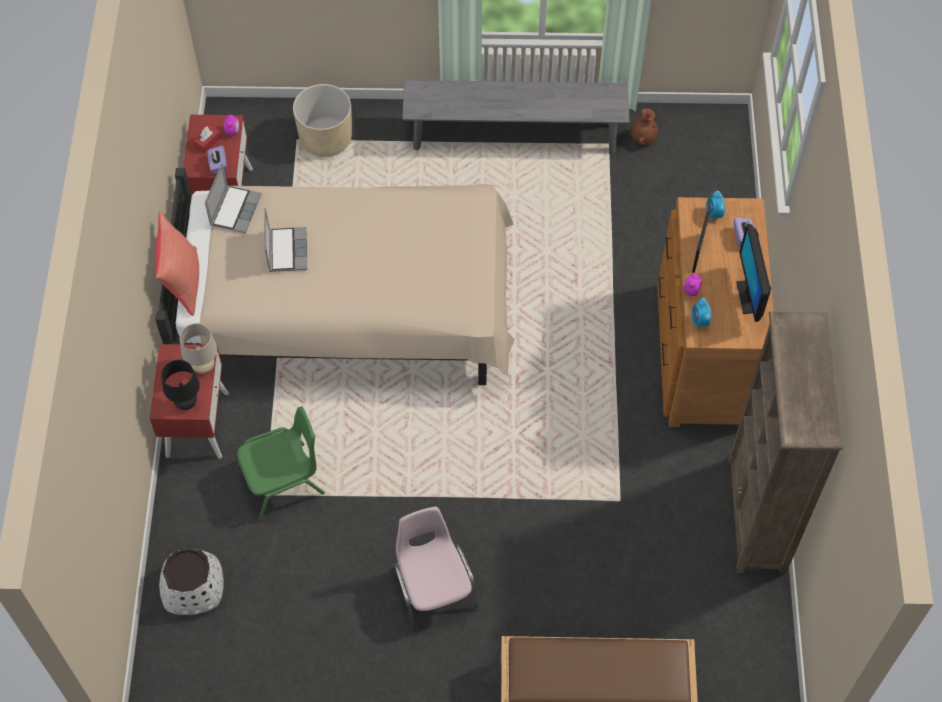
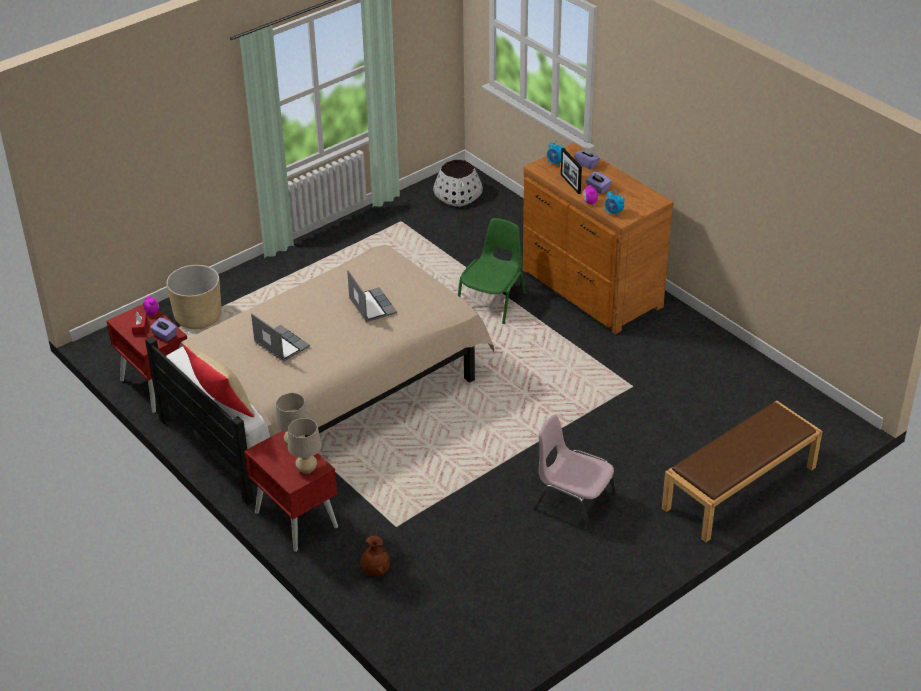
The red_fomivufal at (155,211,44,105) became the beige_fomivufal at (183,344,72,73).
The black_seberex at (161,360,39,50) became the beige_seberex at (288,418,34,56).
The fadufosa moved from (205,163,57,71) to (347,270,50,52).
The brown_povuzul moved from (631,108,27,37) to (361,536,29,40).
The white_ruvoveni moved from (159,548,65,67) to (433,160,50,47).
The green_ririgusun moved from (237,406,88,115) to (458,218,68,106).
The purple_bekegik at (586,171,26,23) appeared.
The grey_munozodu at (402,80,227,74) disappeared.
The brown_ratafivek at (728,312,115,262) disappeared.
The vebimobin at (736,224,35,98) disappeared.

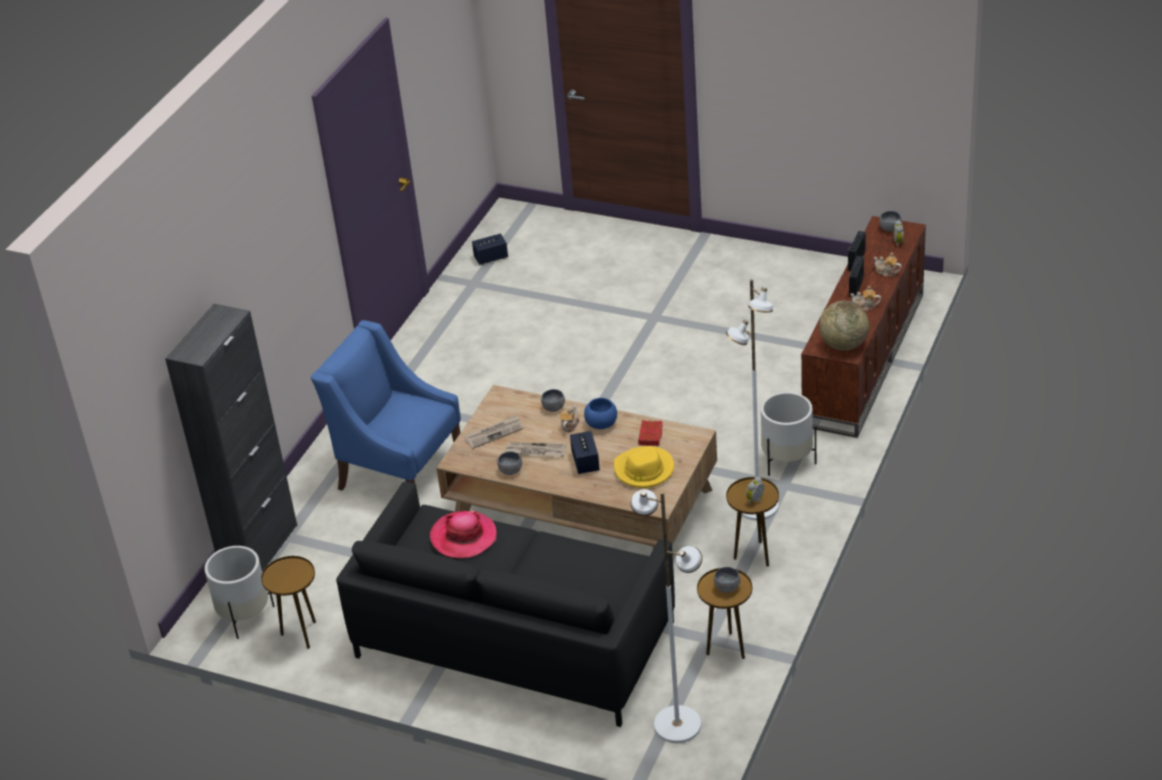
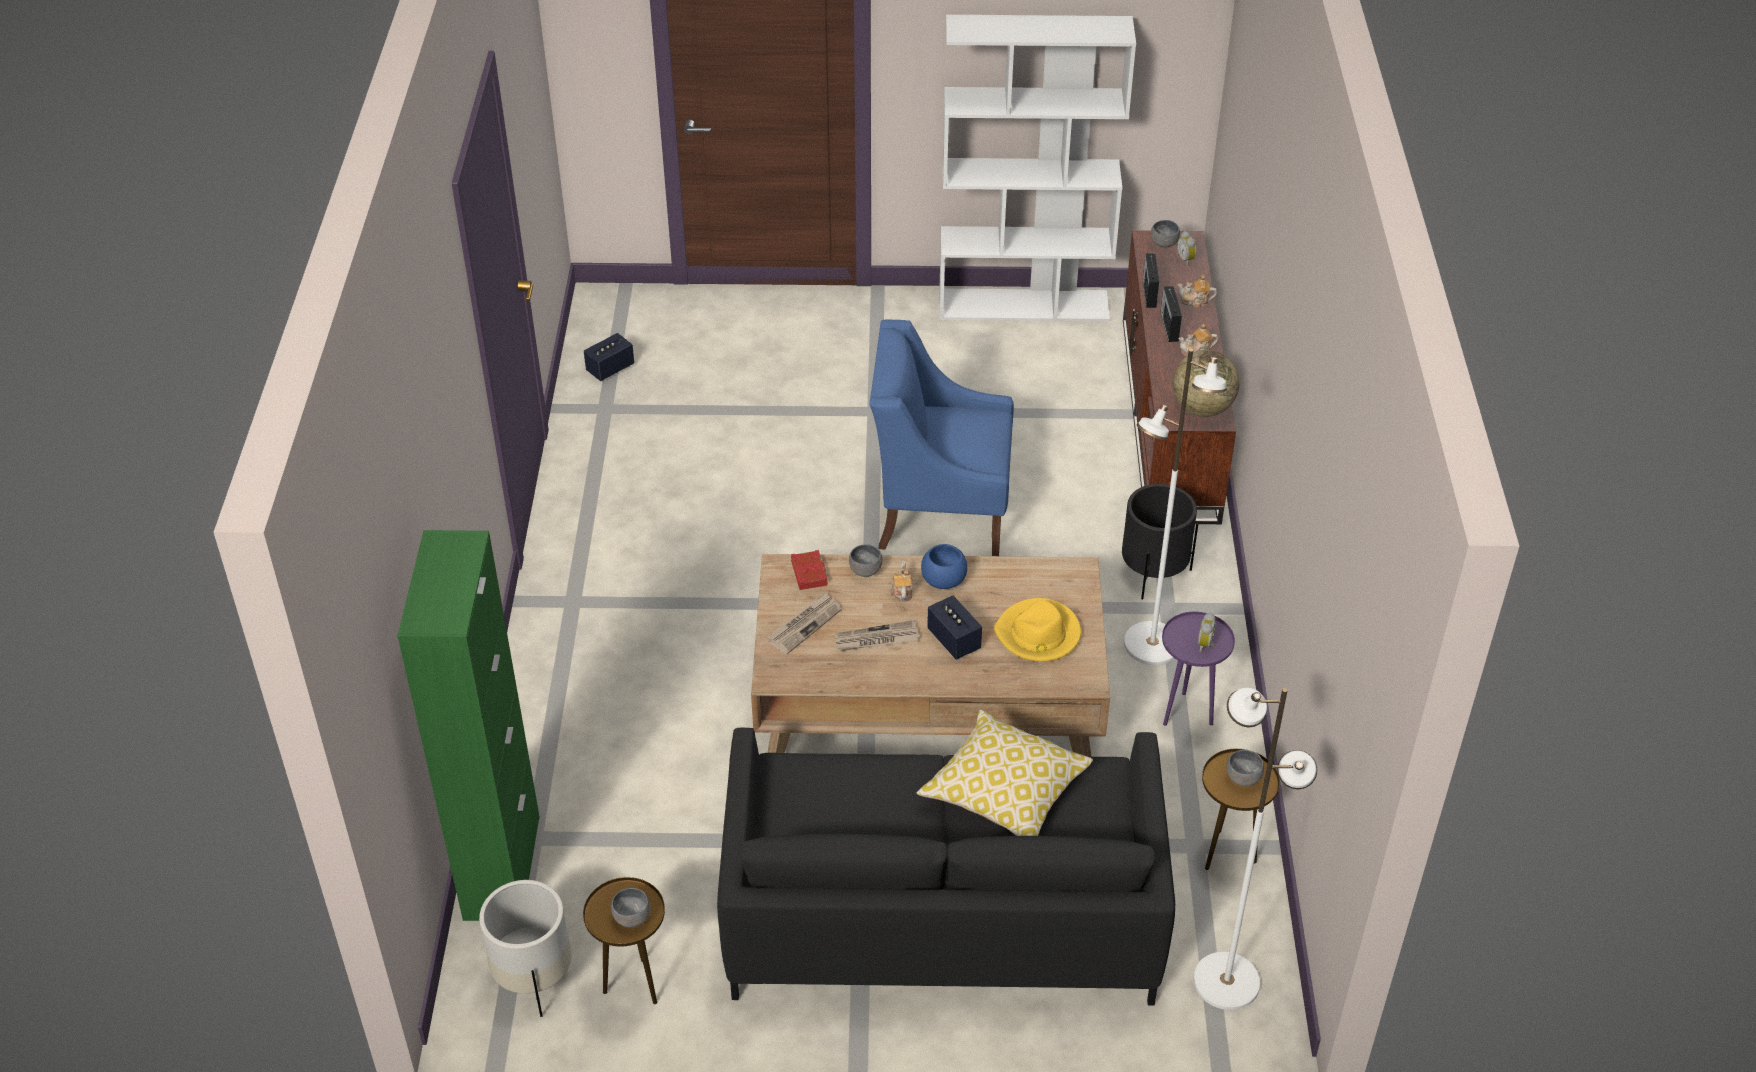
The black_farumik at (165,304,132,268) became the green_farumik at (398,530,142,391).
The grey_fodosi moved from (497,451,25,24) to (611,888,40,39).
The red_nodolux moved from (638,420,25,26) to (791,550,37,40).
The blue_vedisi moved from (311,320,150,171) to (869,319,145,237).
The fomivufal at (917,710,176,126) appeared.
The white_ratafivek at (939,15,197,307) appeared.
The white_ruvoveni at (761,392,55,84) became the black_ruvoveni at (1122,484,76,116).
The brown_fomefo at (726,477,53,90) became the purple_fomefo at (1162,612,73,114).
The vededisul at (430,510,67,48) disappeared.

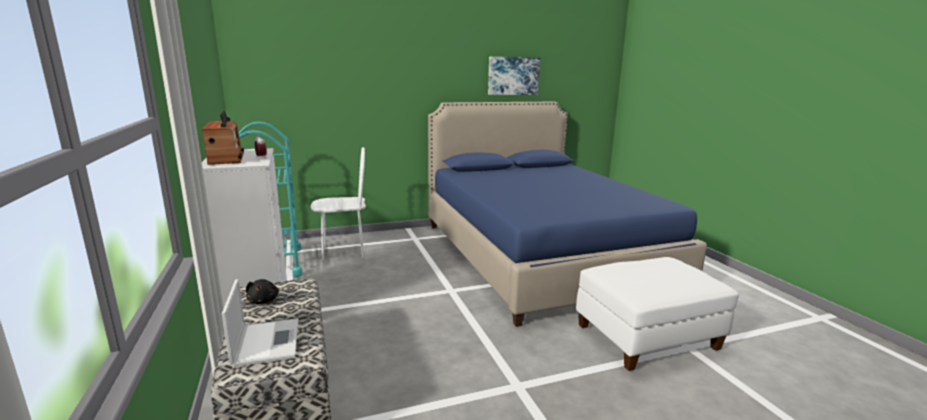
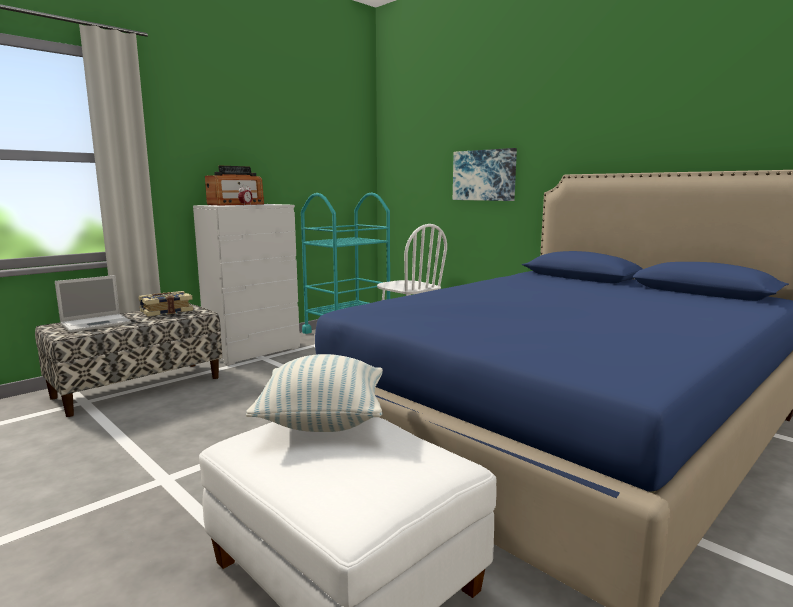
The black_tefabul at (246,279,33,25) was replaced by the nodolux at (139,291,54,25).
The fomivufal at (246,354,137,78) appeared.
The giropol moved from (488,57,52,38) to (453,148,64,53).

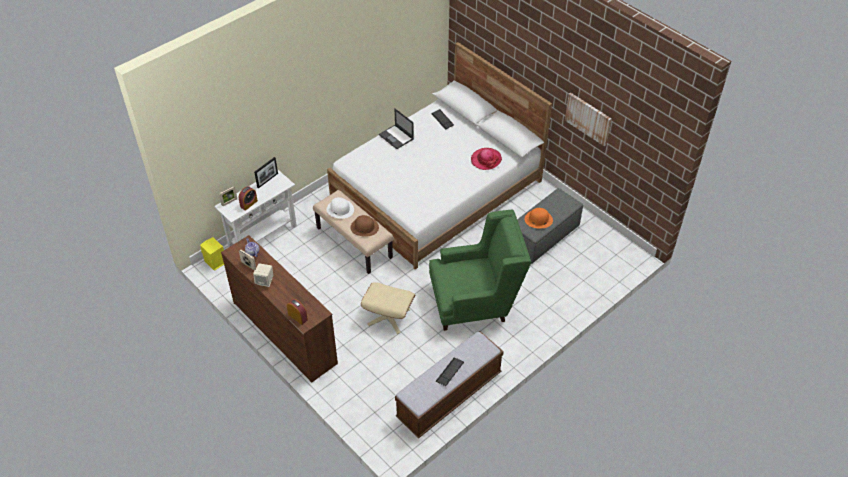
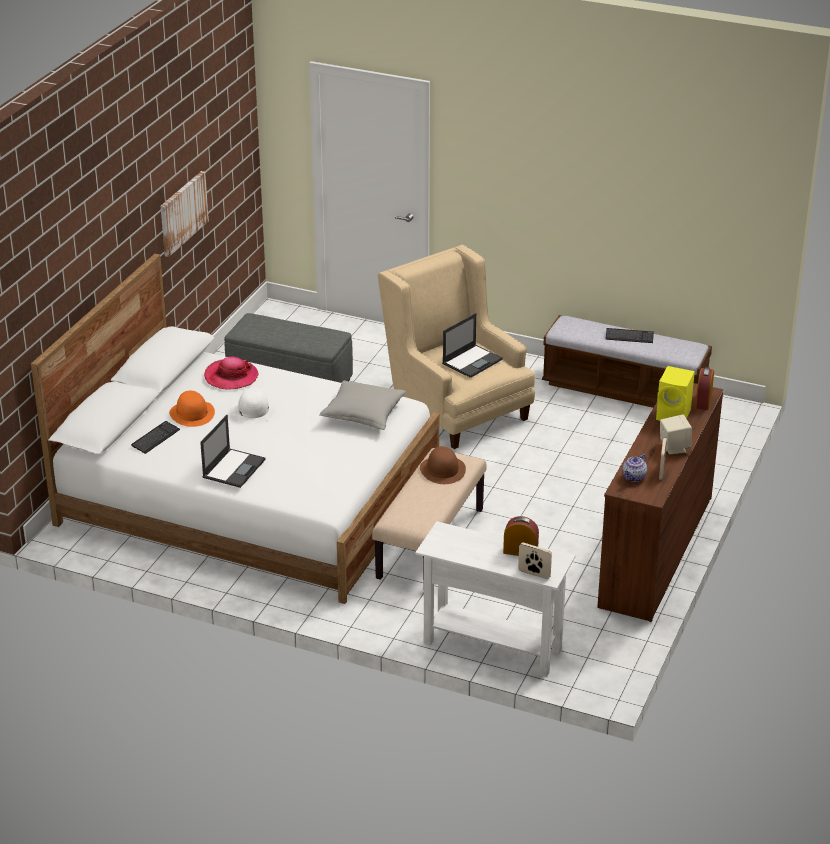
The orange_vededisul moved from (525,208,28,20) to (169,391,46,36).
The white_vededisul moved from (326,197,28,22) to (231,387,45,37).
The grey_fomivufal at (319,381,87,49) appeared.
The green_vedisi at (429,210,102,121) became the beige_vedisi at (378,244,157,205).
The fadufosa at (442,313,61,65) appeared.
The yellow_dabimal moved from (200,237,24,34) to (656,366,39,55).
The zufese at (254,157,24,32) disappeared.
The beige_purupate at (361,282,54,52) disappeared.

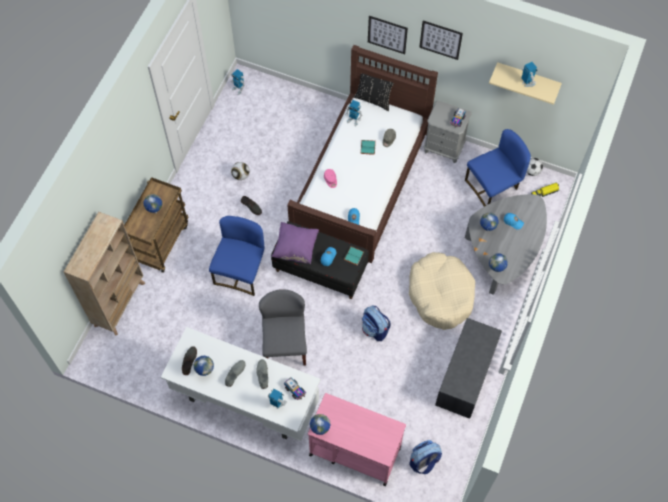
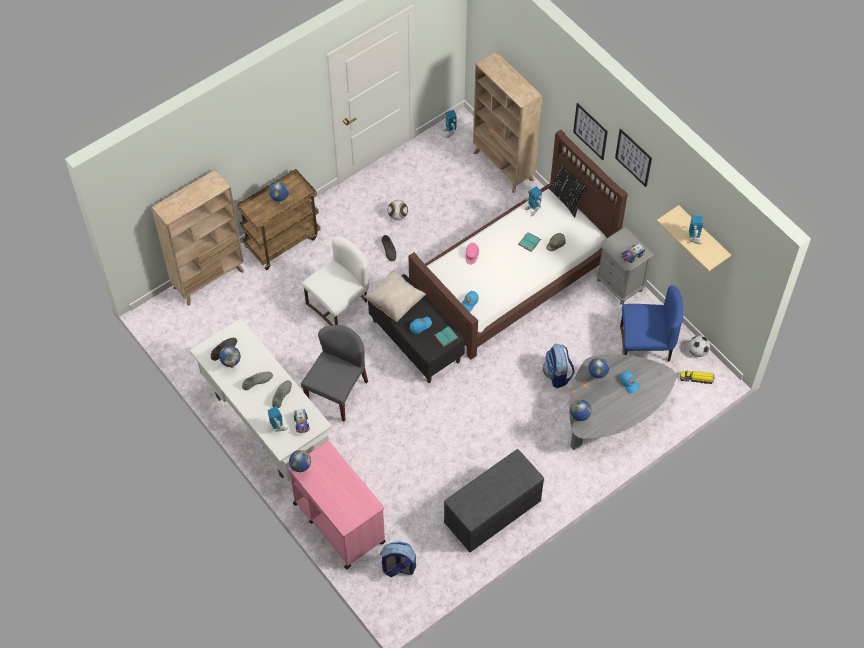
The blue_ririgusun at (209,216,55,80) became the white_ririgusun at (302,236,67,89).
The purple_fomivufal at (271,222,48,42) became the beige_fomivufal at (364,270,62,52).
The beige_ratafivek at (473,51,69,142) appeared.
The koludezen moved from (362,305,29,36) to (543,344,32,44).
The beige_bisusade at (409,252,66,78) disappeared.

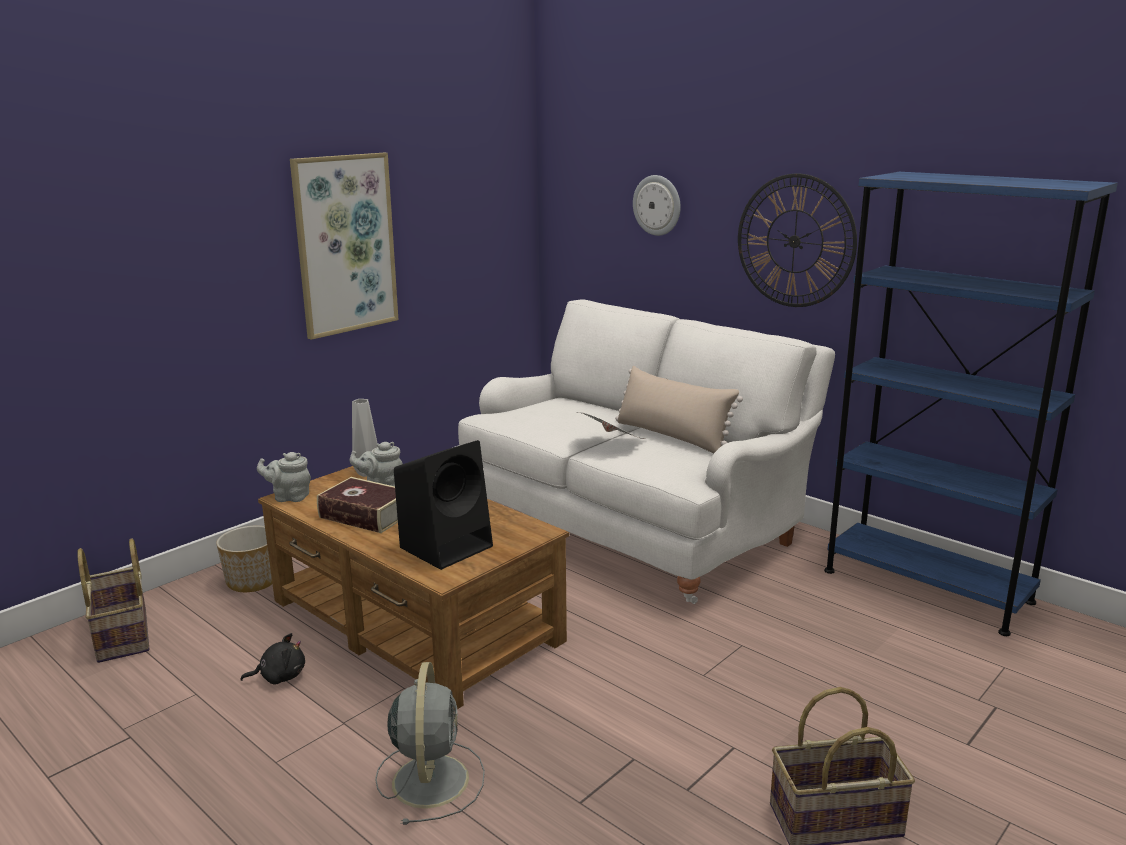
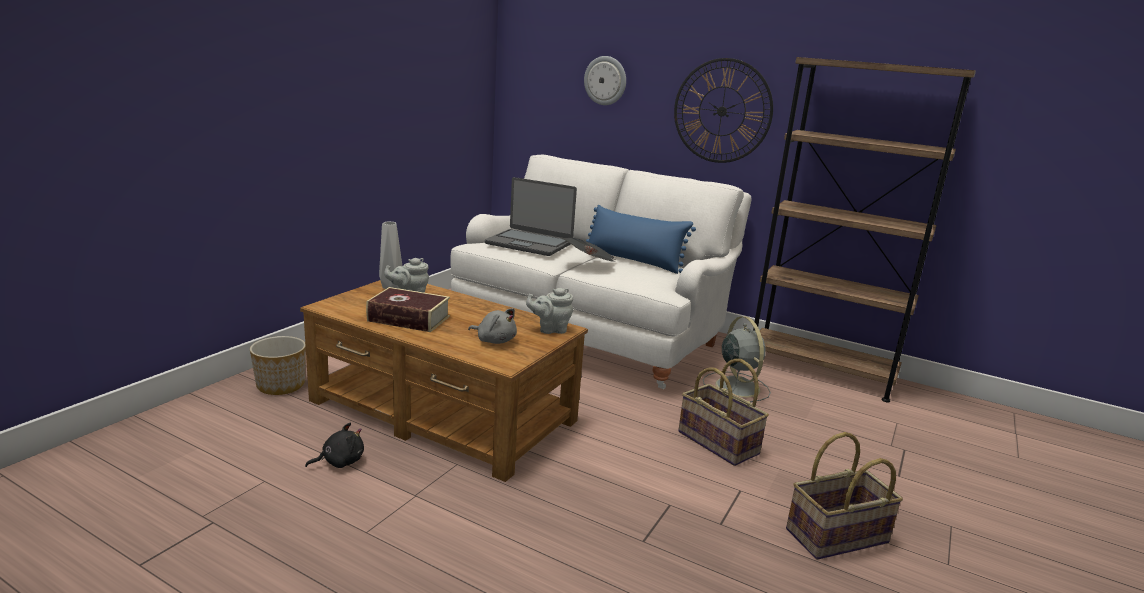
The black_dabimal at (394,440,99,130) was replaced by the grey_tefabul at (468,308,49,36).
The fadufosa at (485,177,92,79) appeared.
The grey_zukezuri moved from (257,452,54,50) to (526,288,47,46).
The beige_fomivufal at (615,366,128,88) became the blue_fomivufal at (586,205,110,69).
The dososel moved from (77,538,72,125) to (678,359,91,107).
The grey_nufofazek moved from (375,662,110,163) to (703,316,68,86).
The blue_ratafivek at (824,172,294,464) became the brown_ratafivek at (753,57,223,345).
The giropol at (290,153,108,187) disappeared.

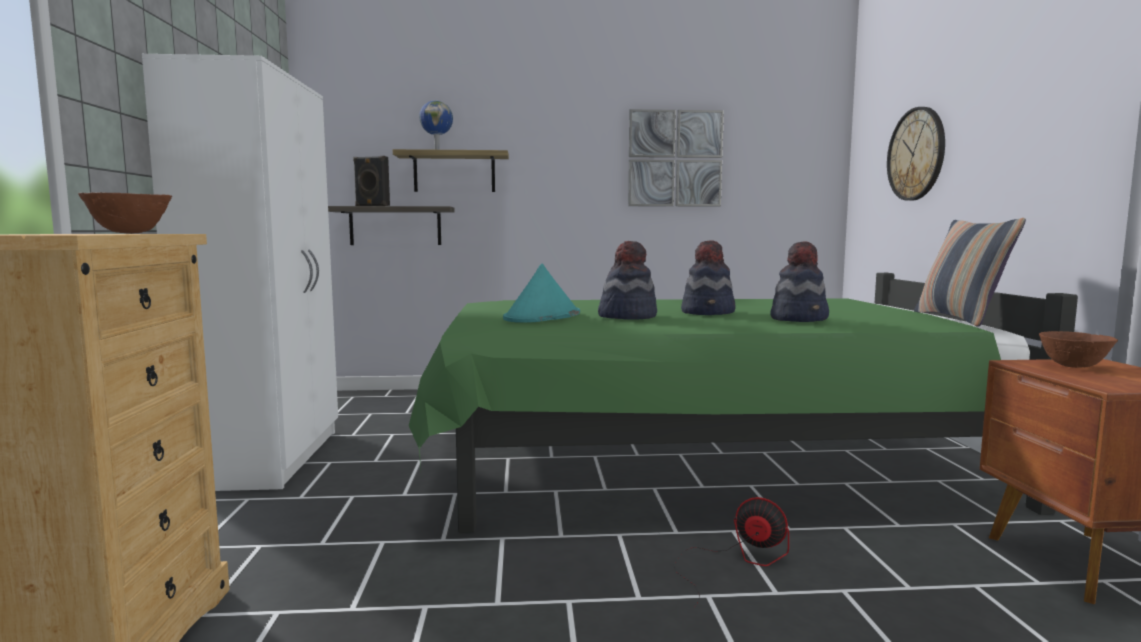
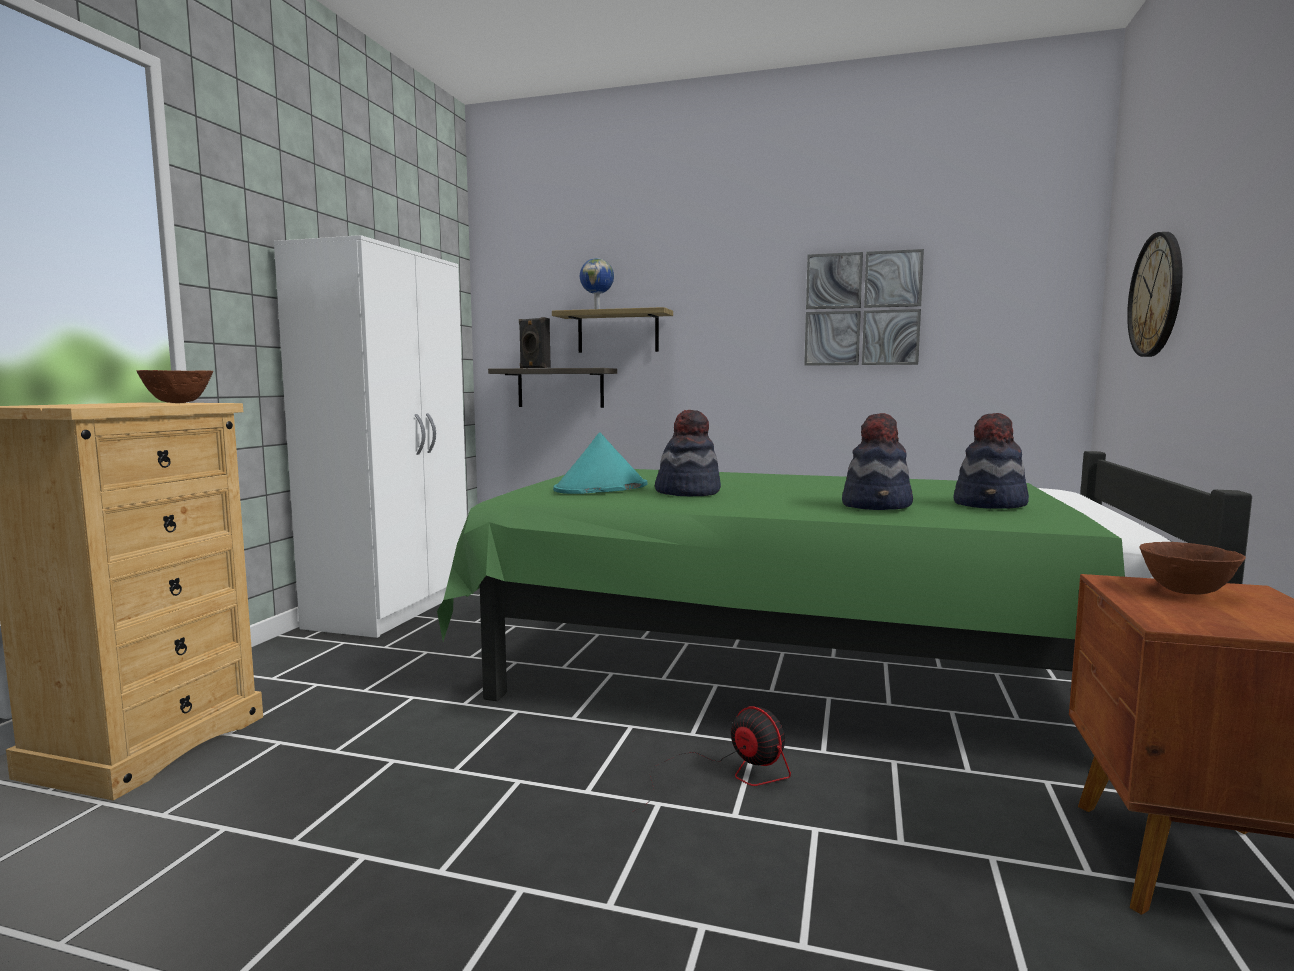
The vededisul moved from (681,240,54,75) to (953,413,76,96).
The fomivufal at (914,218,112,108) disappeared.

